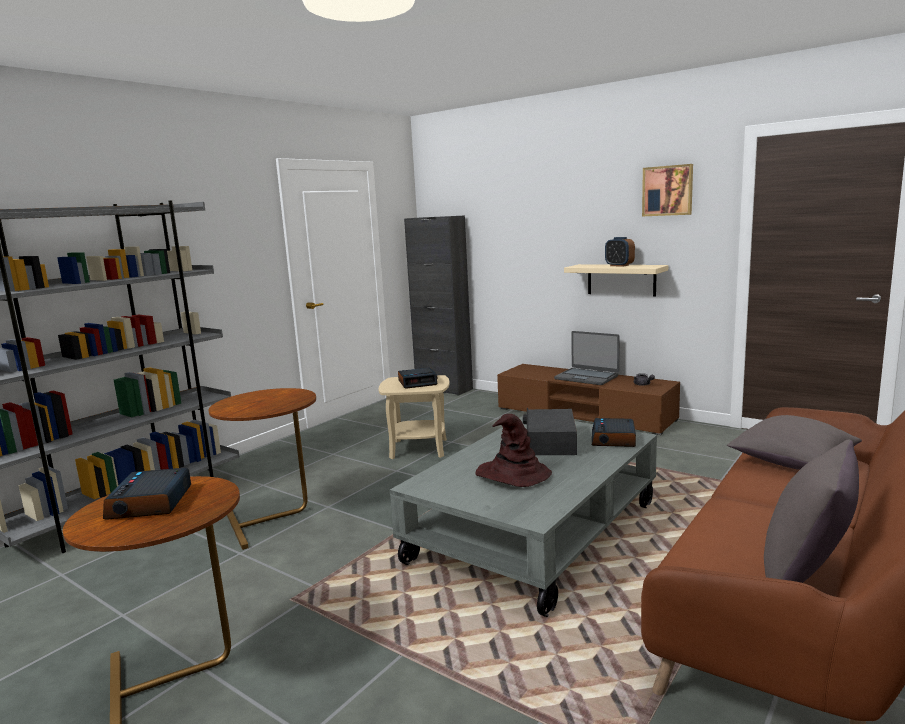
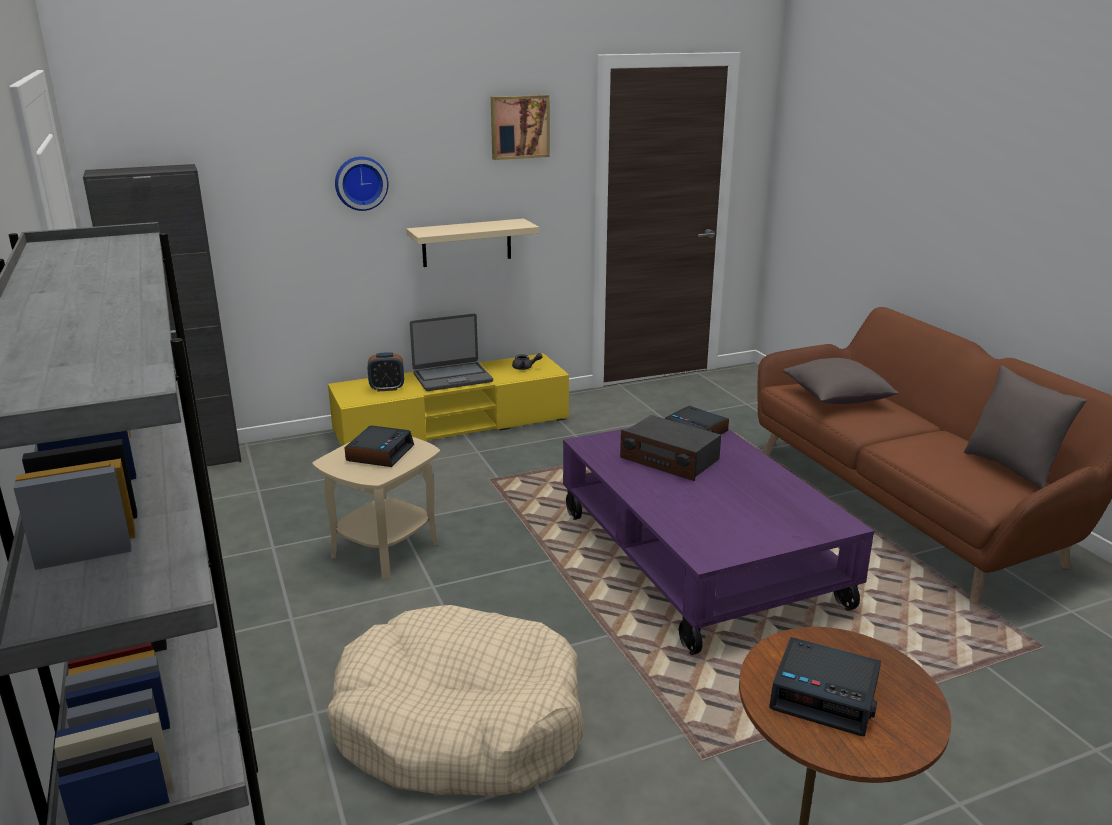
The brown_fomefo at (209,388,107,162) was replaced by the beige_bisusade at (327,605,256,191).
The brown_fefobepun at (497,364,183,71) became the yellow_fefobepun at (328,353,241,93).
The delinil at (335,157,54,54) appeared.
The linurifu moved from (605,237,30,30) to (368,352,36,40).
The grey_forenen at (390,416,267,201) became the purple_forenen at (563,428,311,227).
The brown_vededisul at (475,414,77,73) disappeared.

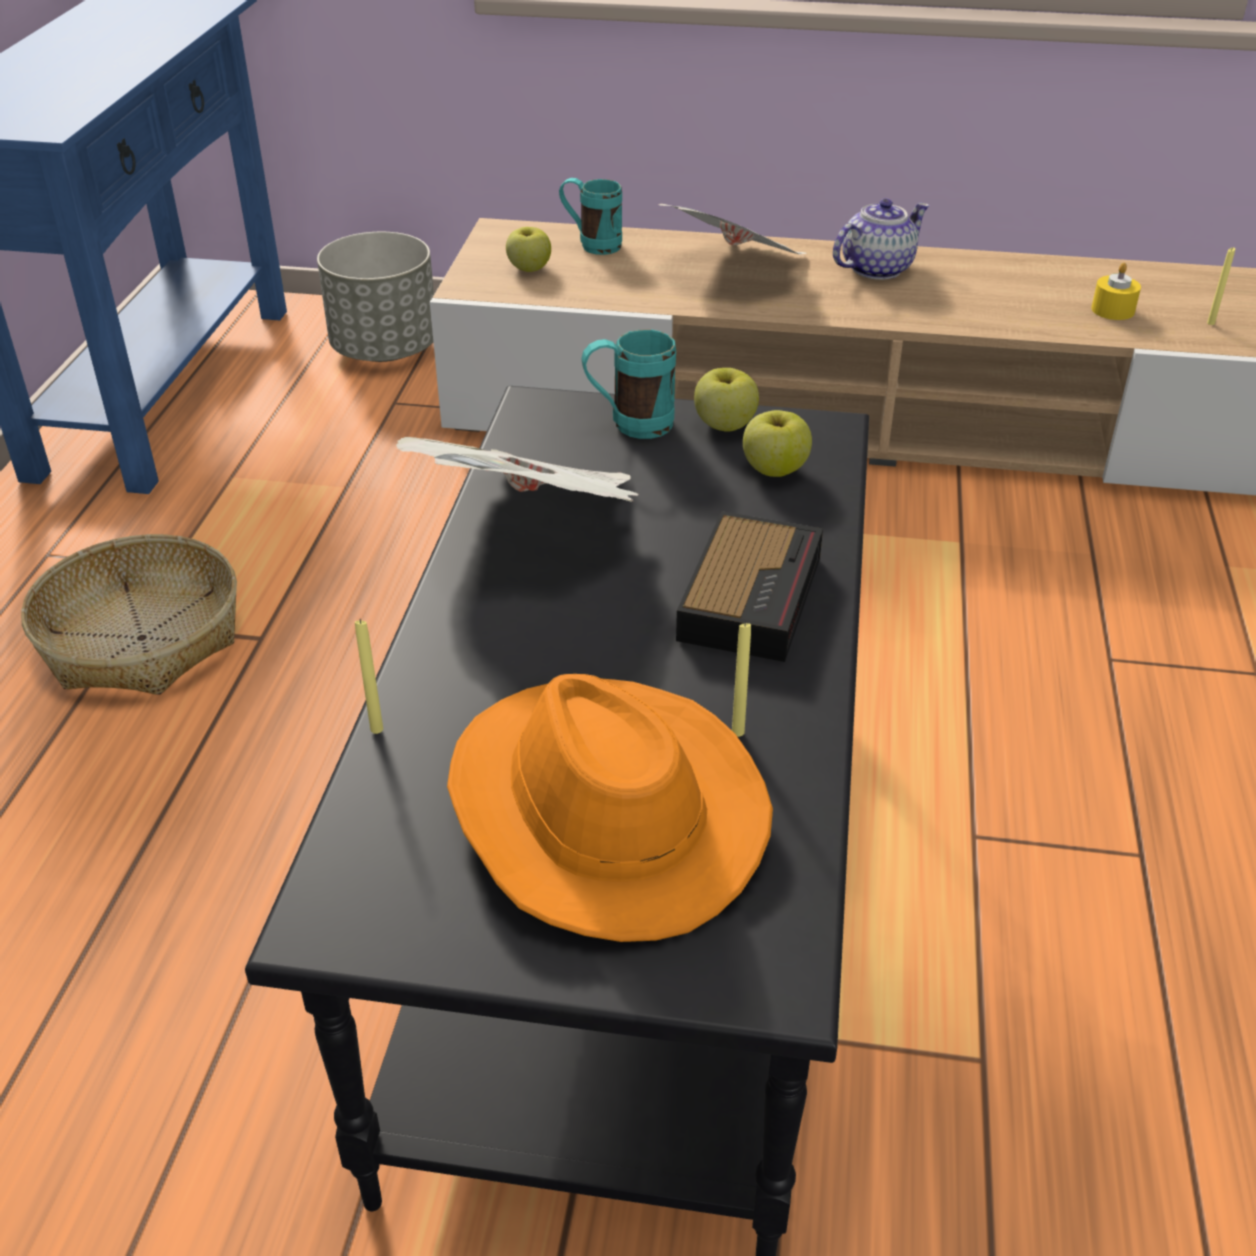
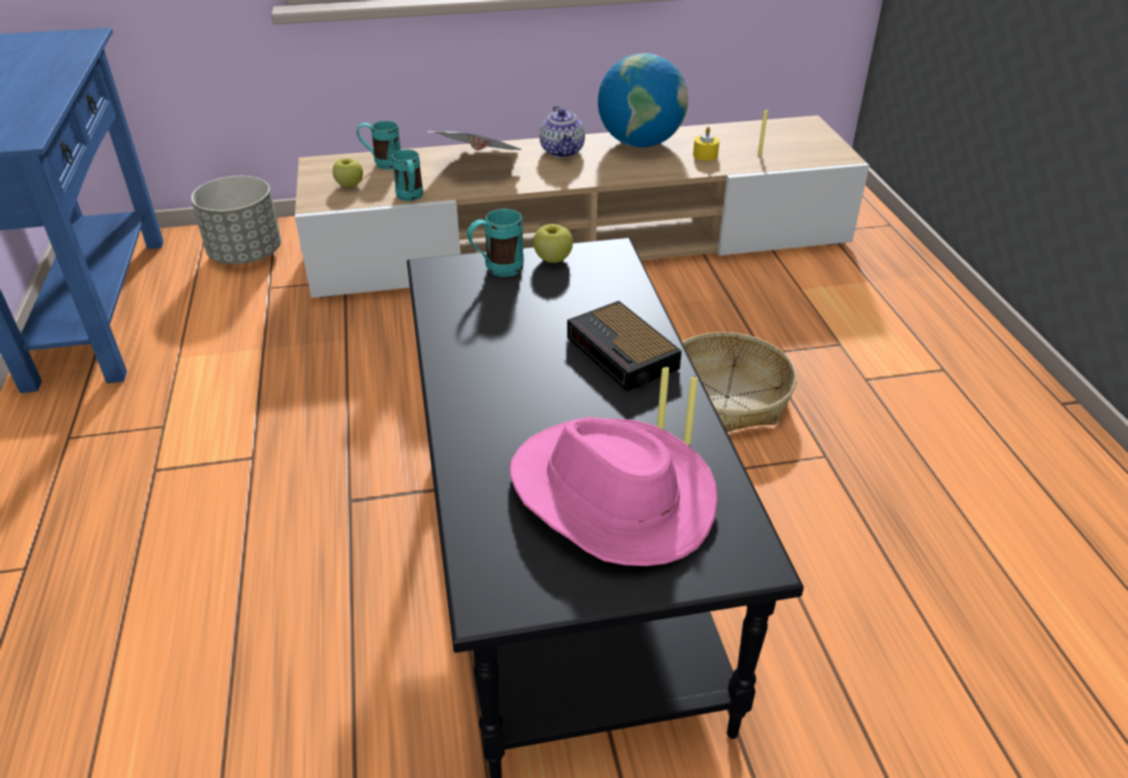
The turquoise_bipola at (392,149,31,52) appeared.
The orange_vededisul at (447,674,326,268) became the pink_vededisul at (510,417,208,149).
The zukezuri at (833,198,97,82) turned 135 degrees clockwise.
The linurifu at (676,511,147,151) turned 150 degrees clockwise.
The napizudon at (598,53,90,95) appeared.
The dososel moved from (21,534,216,161) to (682,332,115,101).
The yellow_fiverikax moved from (355,619,28,115) to (683,376,15,69).
The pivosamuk at (396,437,243,65) disappeared.
The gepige at (743,410,69,67) disappeared.

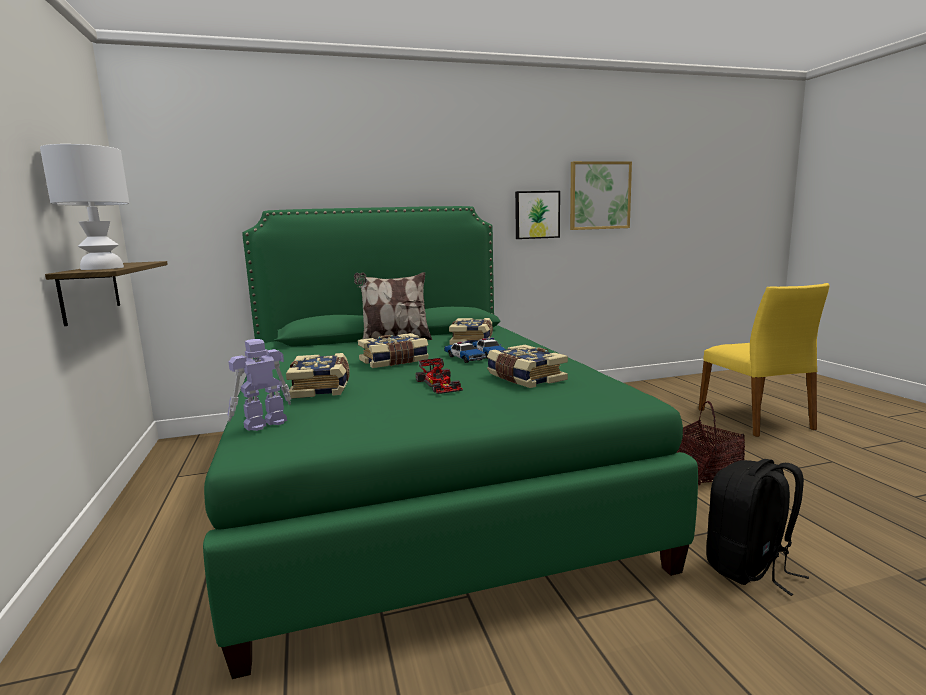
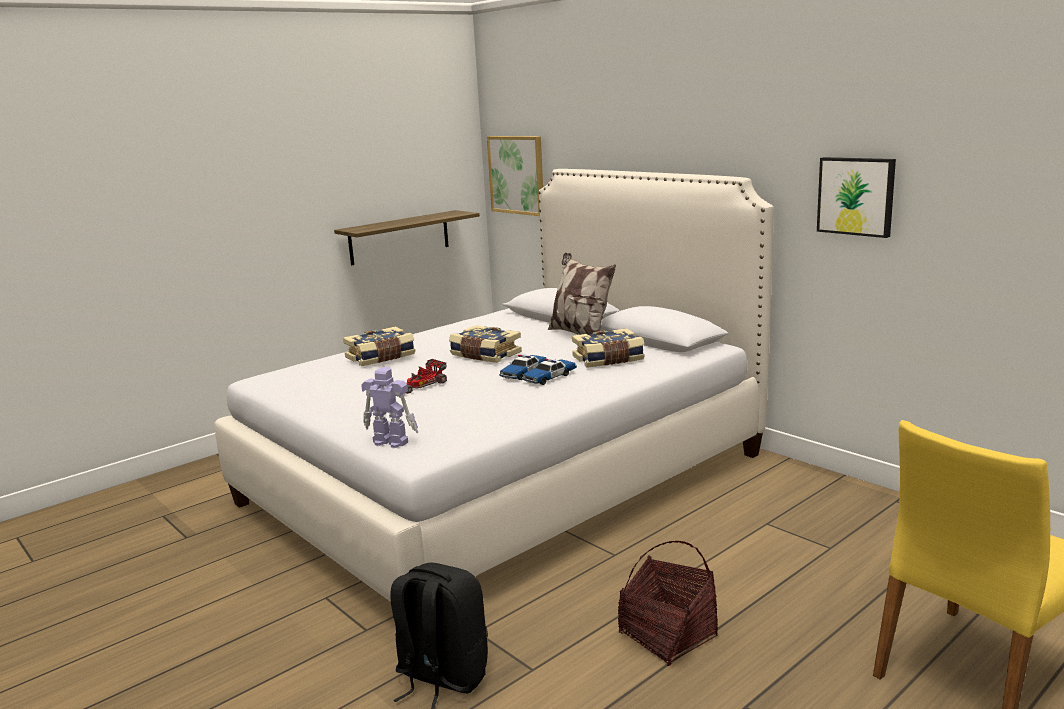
The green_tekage at (203,206,495,473) became the white_tekage at (214,169,560,433).
The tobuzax moved from (227,339,64,92) to (361,367,57,81).
The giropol moved from (570,161,62,69) to (487,136,56,80).
The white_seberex at (40,144,89,126) disappeared.
The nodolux at (487,345,81,43) disappeared.

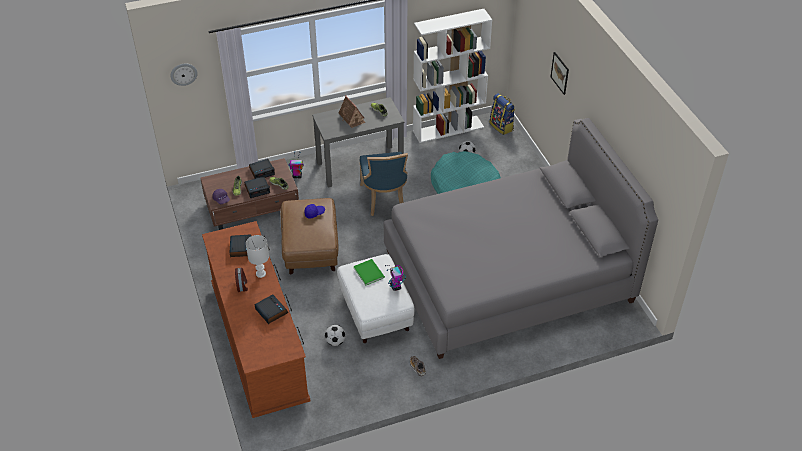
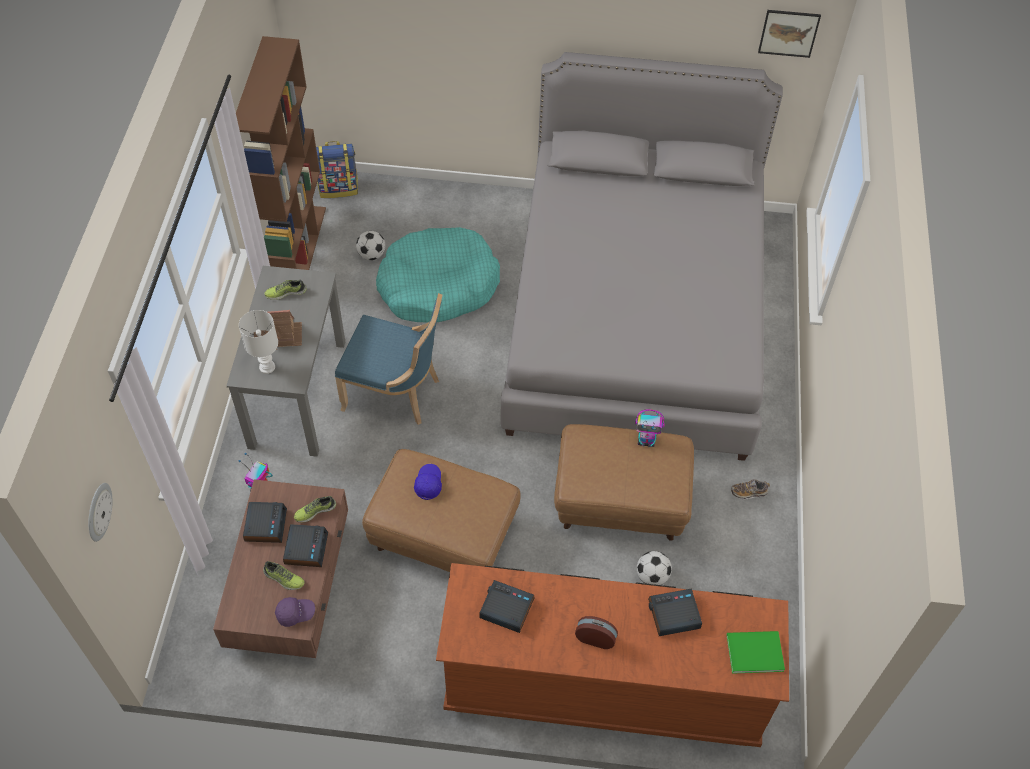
The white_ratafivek at (413,9,79,134) became the brown_ratafivek at (236,36,90,234).
The white_seberex moved from (246,235,23,43) to (239,310,39,64).
The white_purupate at (337,254,78,89) became the brown_purupate at (554,424,140,117).
The green_nodolux moved from (353,259,32,26) to (727,631,58,43).
The giropol moved from (551,52,18,43) to (758,10,63,48).

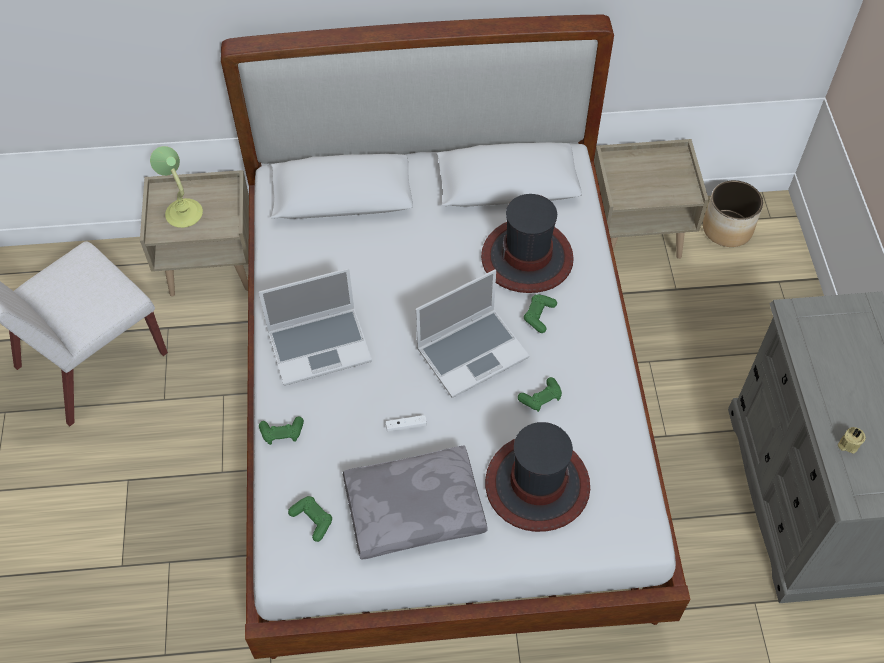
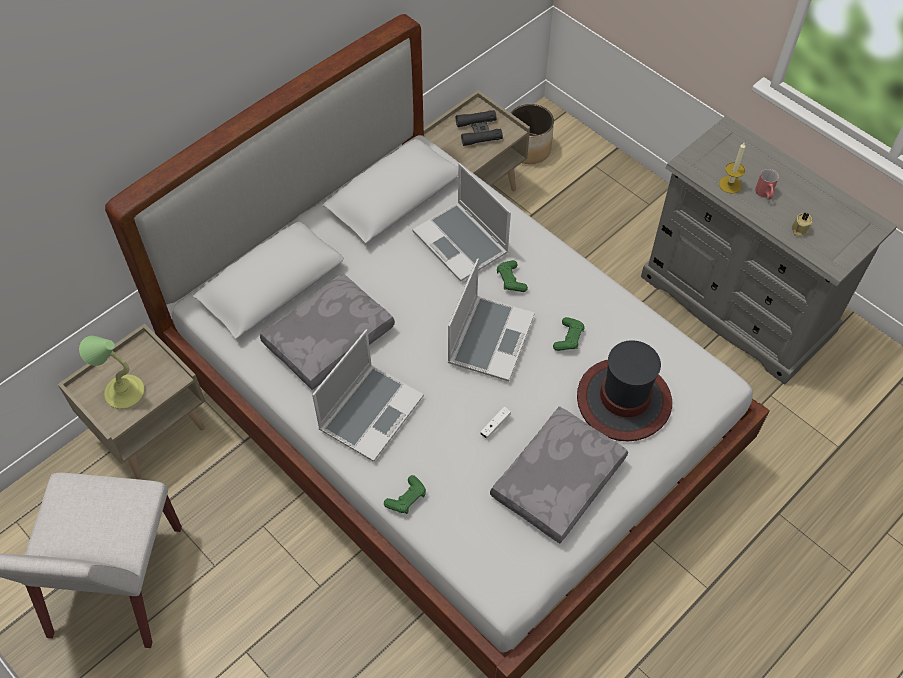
The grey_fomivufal at (260,273,135,117) appeared.
The vededisul at (481,194,93,99) was replaced by the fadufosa at (412,163,99,119).
The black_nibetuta at (456,110,47,36) appeared.
The fiverikax at (719,143,27,51) appeared.
The red_bipola at (755,169,24,30) appeared.
The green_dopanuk at (288,496,44,46) disappeared.

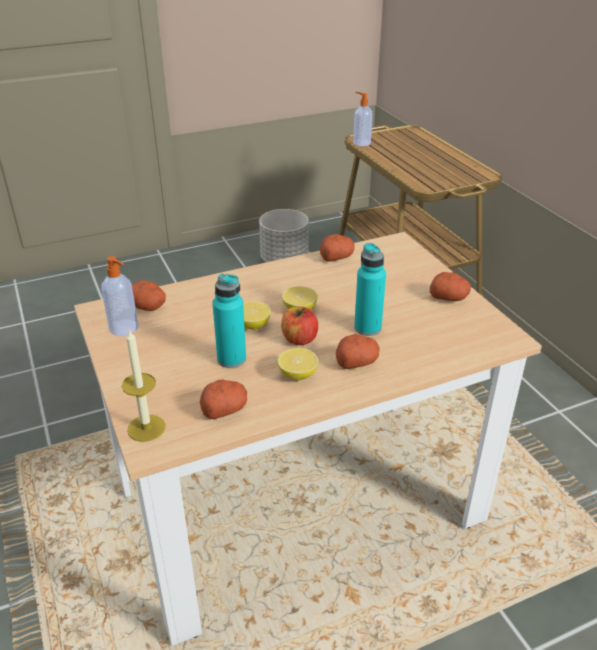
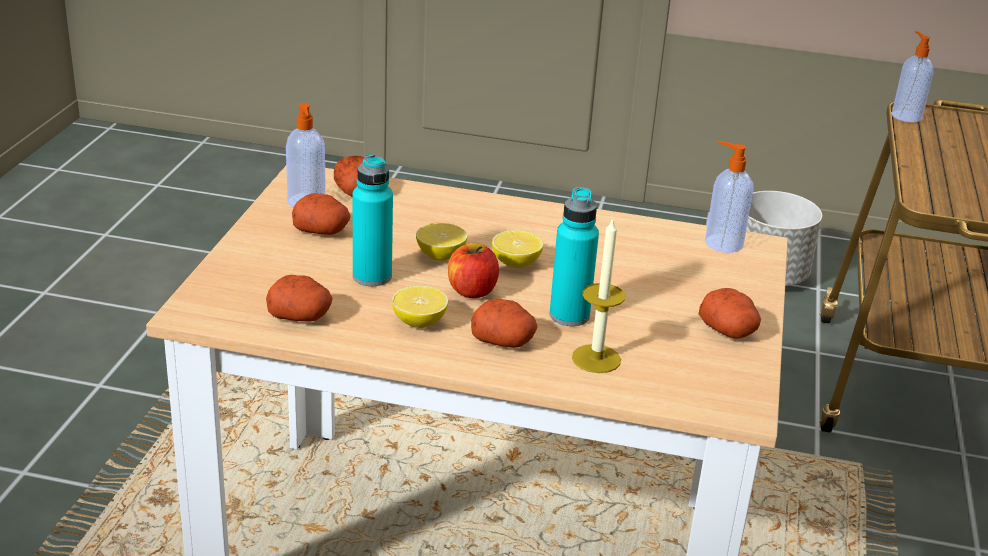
The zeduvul moved from (320,234,34,28) to (292,193,59,42).
The fiverikax moved from (122,329,44,113) to (572,217,53,156).
The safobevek at (705,141,49,112) appeared.

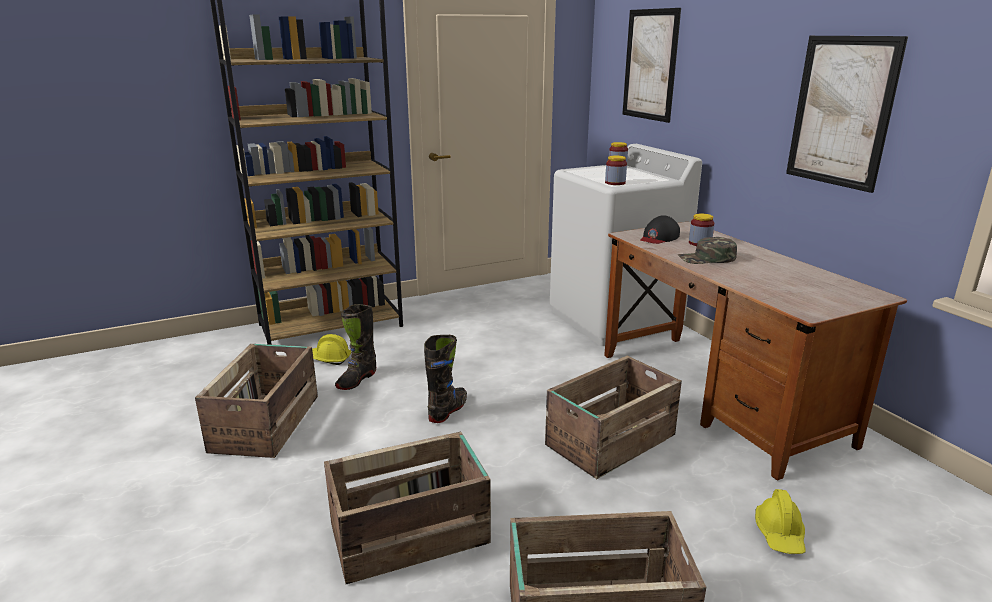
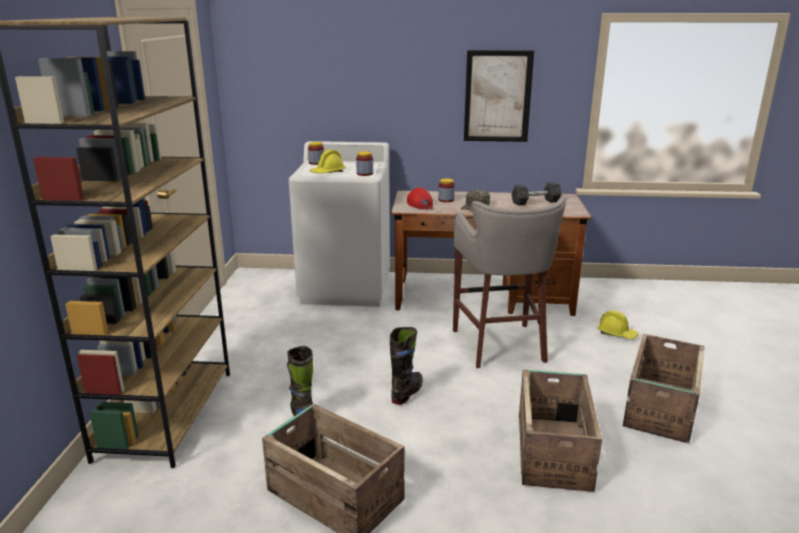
The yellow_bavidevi moved from (312,334,40,31) to (309,150,37,24).
The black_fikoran at (424,335,43,88) turned 60 degrees clockwise.
The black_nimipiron at (640,215,40,29) became the red_nimipiron at (407,188,26,22).
The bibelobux at (545,356,137,123) was replaced by the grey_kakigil at (453,197,114,171).
The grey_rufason at (511,182,51,24) appeared.
The giropol at (622,8,59,115) disappeared.

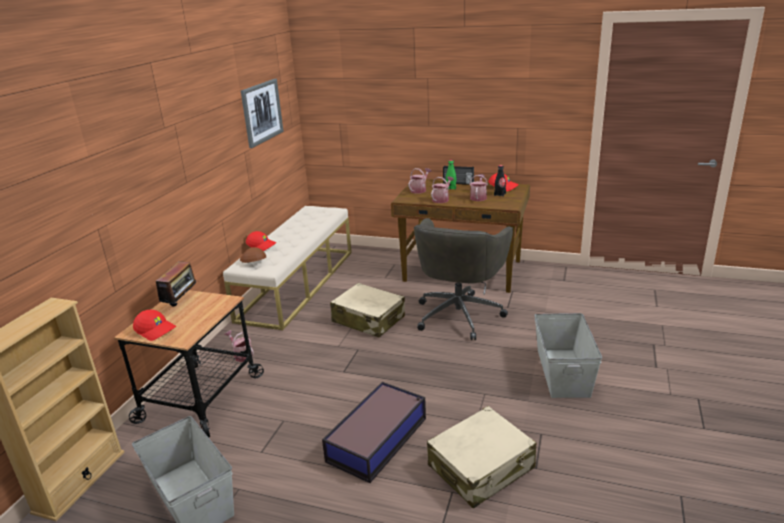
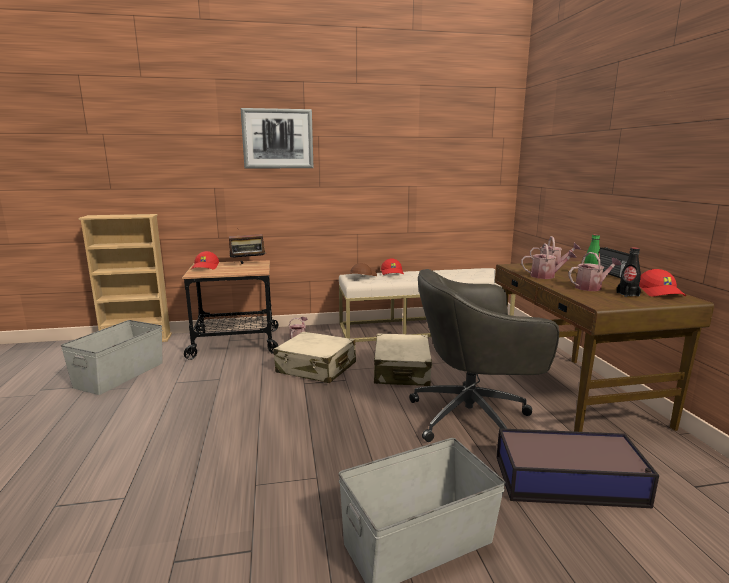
The giropol moved from (241,79,43,69) to (241,108,72,60).
The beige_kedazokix moved from (427,406,109,103) to (273,331,83,52).
The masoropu moved from (322,382,104,101) to (497,428,162,80).

